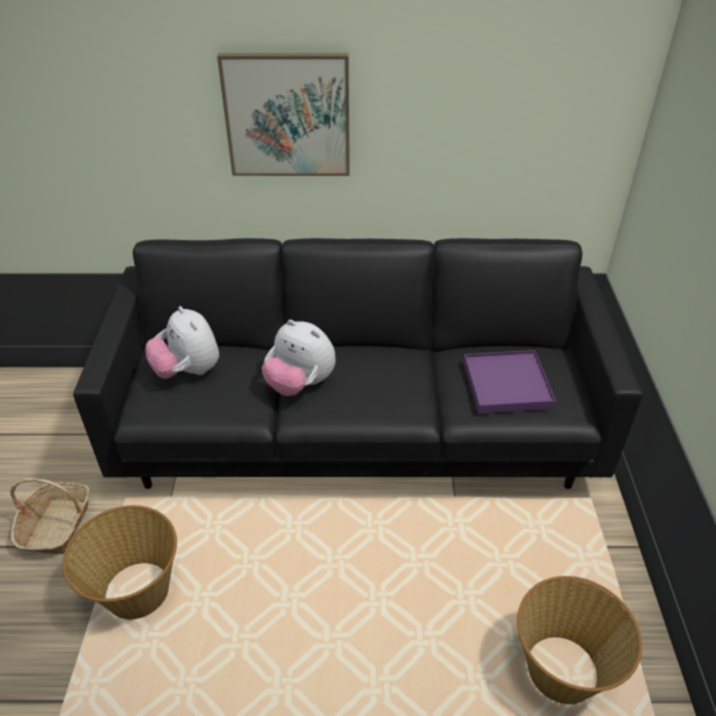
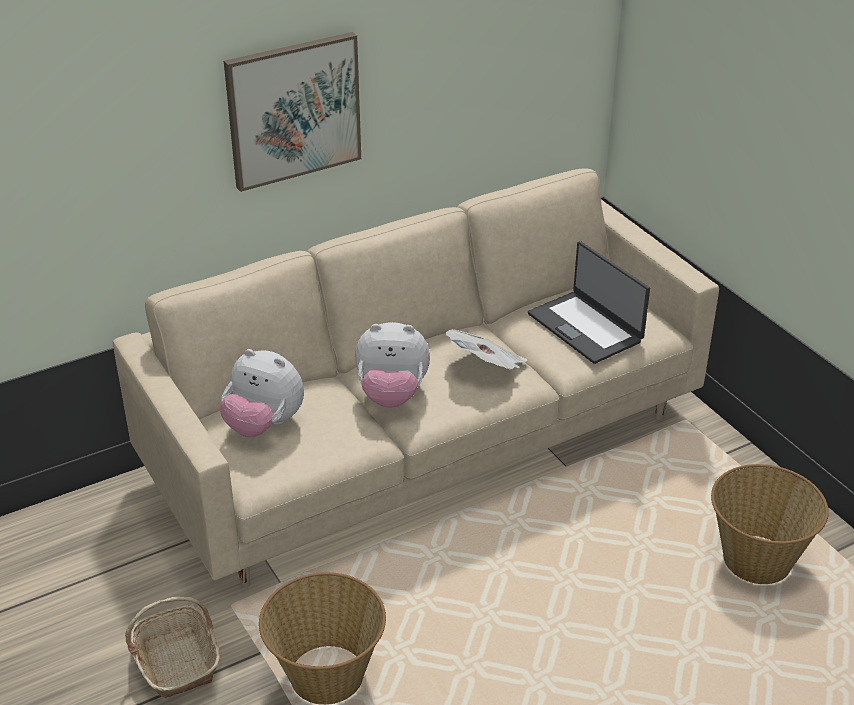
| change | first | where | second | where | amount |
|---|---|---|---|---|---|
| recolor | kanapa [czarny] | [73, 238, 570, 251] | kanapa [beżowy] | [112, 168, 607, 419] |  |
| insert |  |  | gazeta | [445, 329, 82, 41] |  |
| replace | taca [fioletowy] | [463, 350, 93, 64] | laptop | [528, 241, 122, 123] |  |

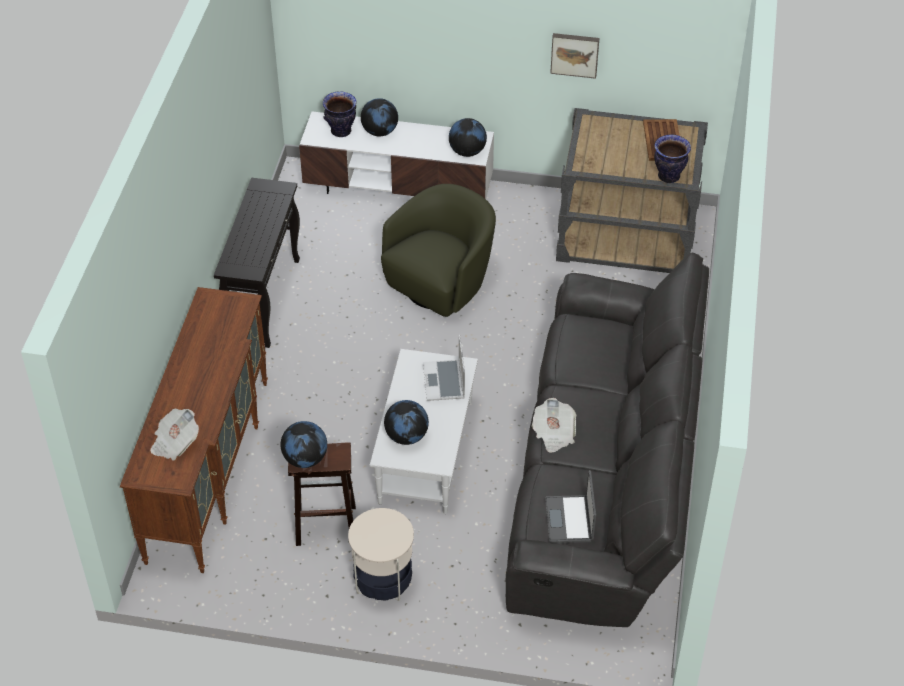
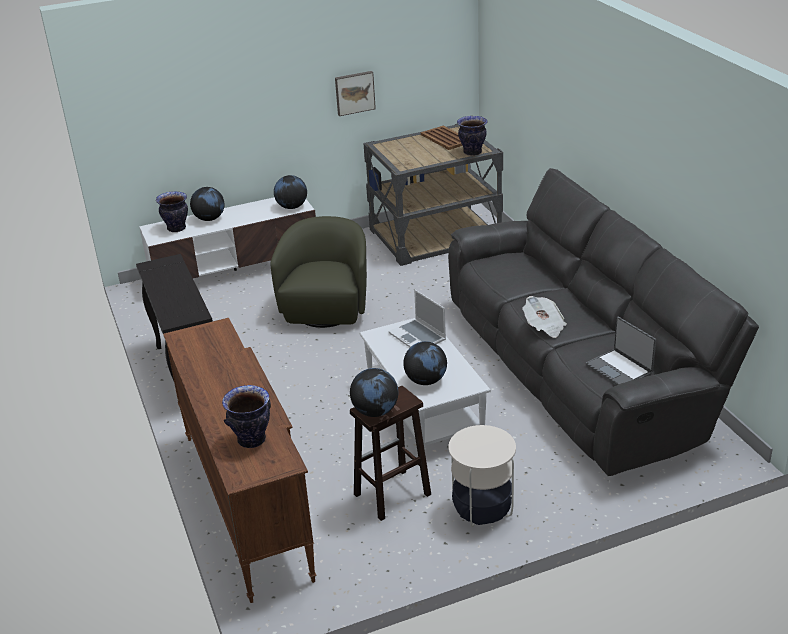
| change | first | where | second | where | amount |
|---|---|---|---|---|---|
| replace | gazeta | [150, 408, 49, 53] | wazon | [222, 385, 49, 63] |  |

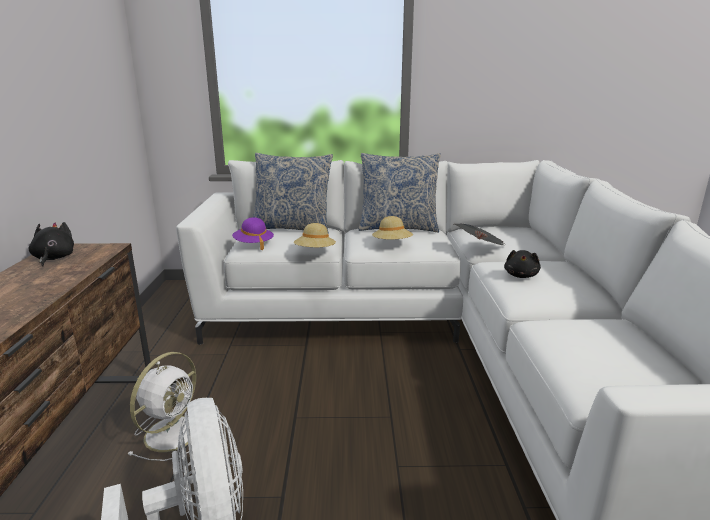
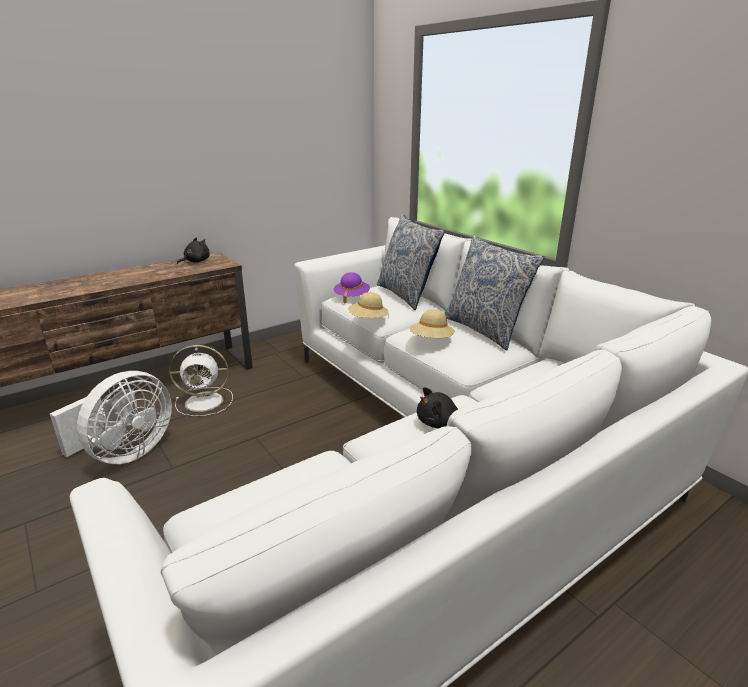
| change | first | where | second | where | amount |
|---|---|---|---|---|---|
| delete | gazeta | [454, 224, 50, 21] |  |  |  |

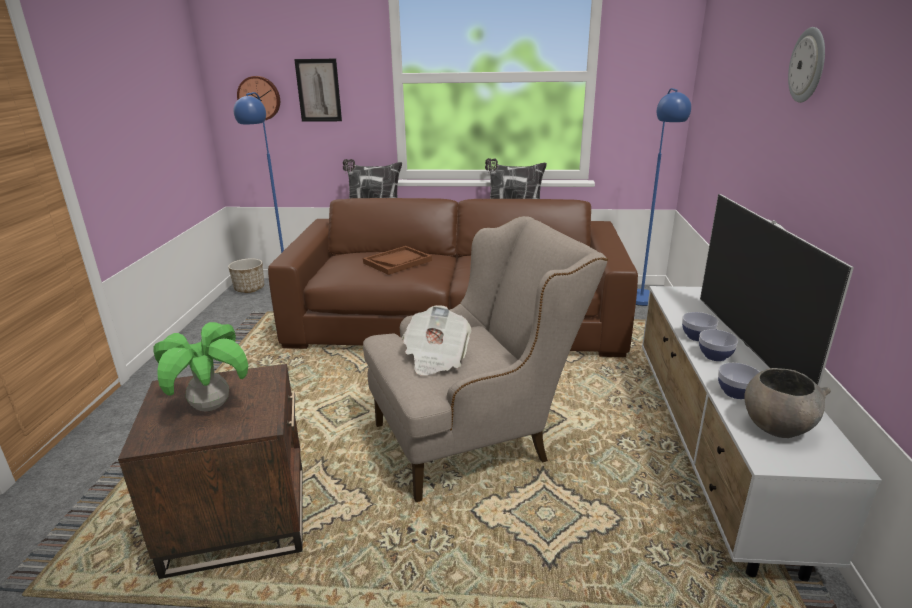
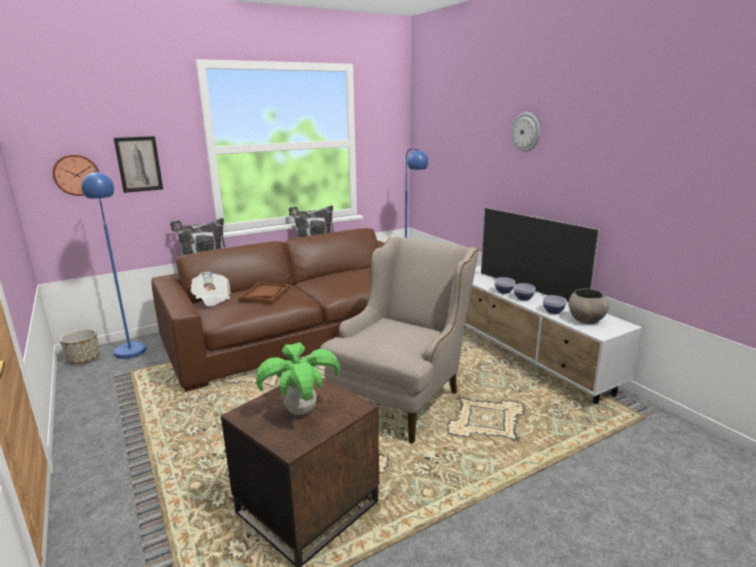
| change | first | where | second | where | amount |
|---|---|---|---|---|---|
| move | gazeta | [402, 305, 70, 70] |  | [191, 272, 40, 35] |  |

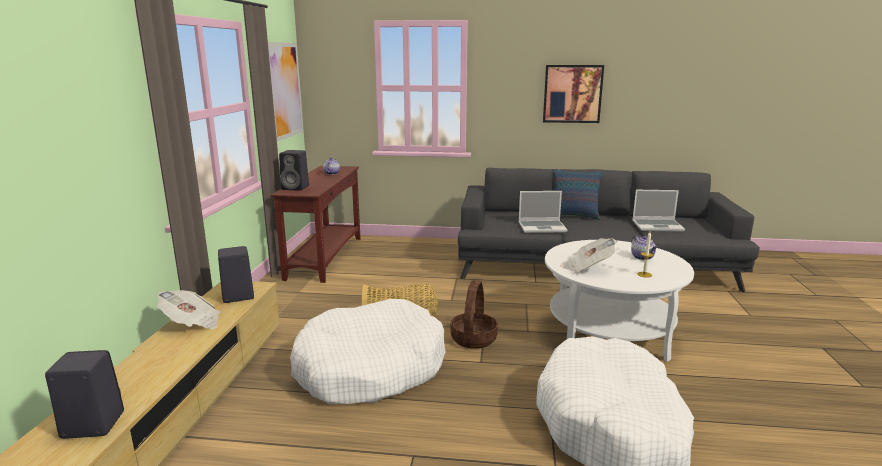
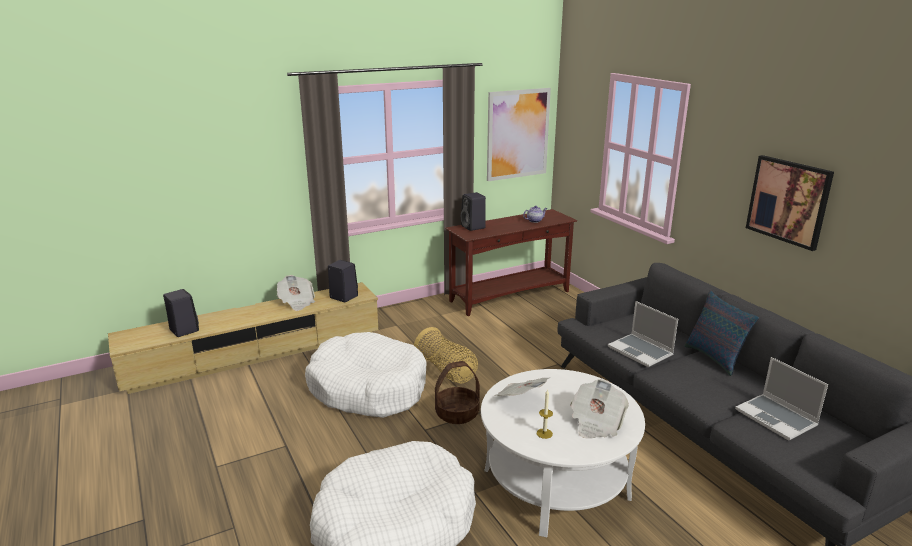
| change | first | where | second | where | amount |
|---|---|---|---|---|---|
| replace | imbryk | [631, 236, 26, 24] | gazeta | [570, 379, 59, 60] |  |

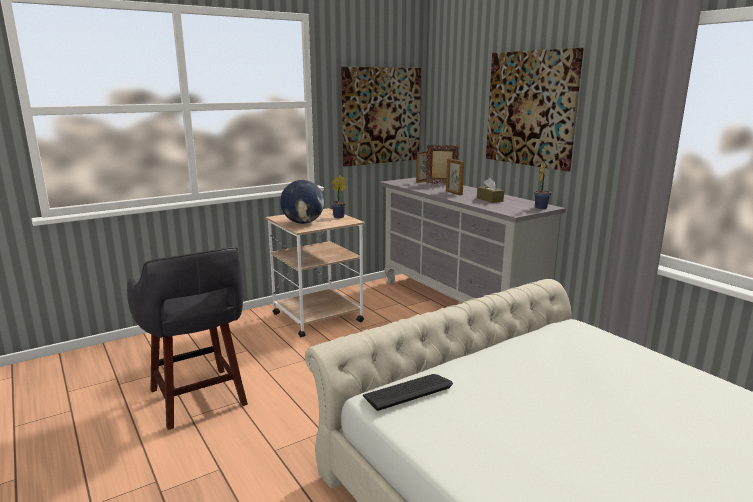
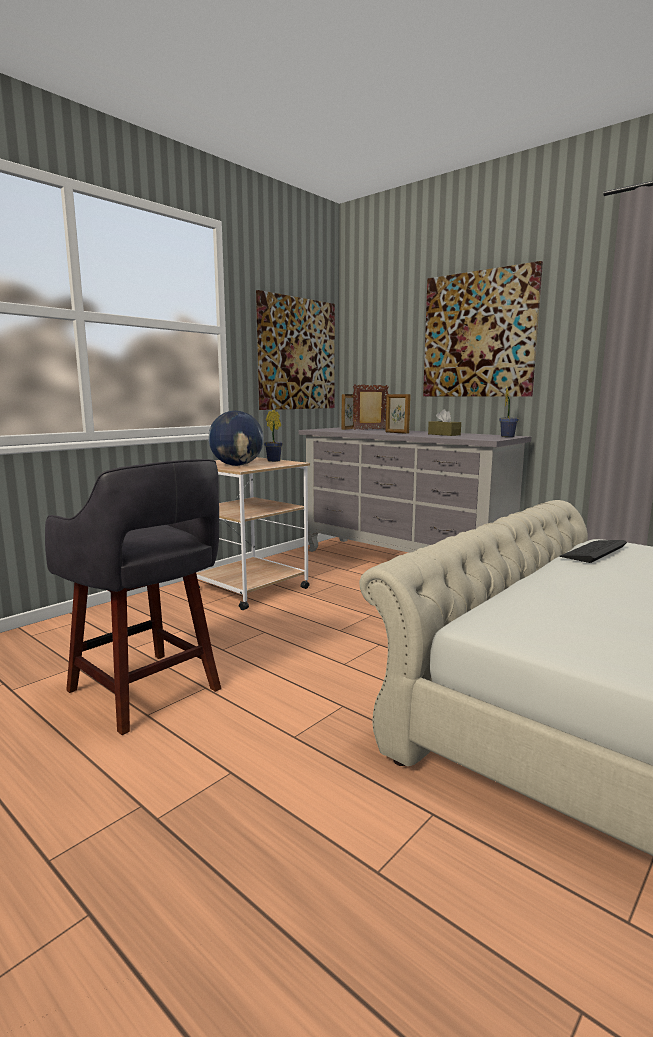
| change | first | where | second | where | amount |
|---|---|---|---|---|---|
| move | klawiatura | [363, 374, 90, 37] |  | [559, 540, 68, 23] |  |

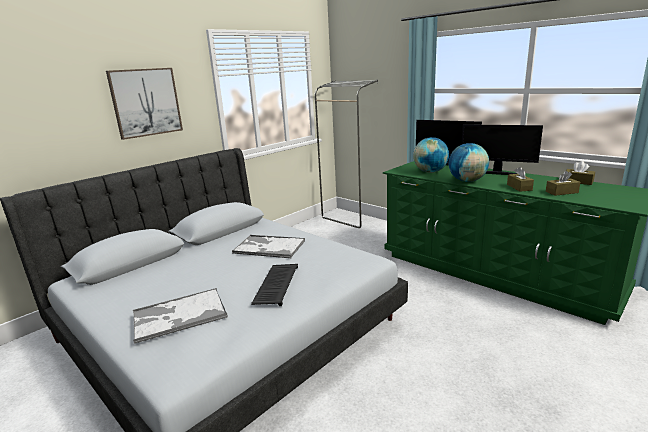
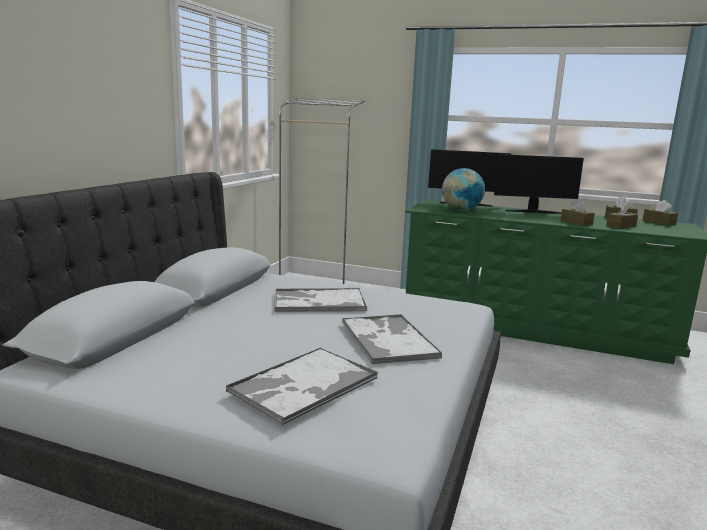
| change | first | where | second | where | amount |
|---|---|---|---|---|---|
| replace | klawiatura | [251, 264, 47, 42] | taca | [342, 314, 100, 51] |  |
| insert |  |  | pudełko chusteczek [brązowy] | [643, 200, 35, 26] |  |
| delete | obraz | [106, 68, 77, 72] |  |  |  |
| delete | globus | [448, 143, 41, 39] |  |  |  |

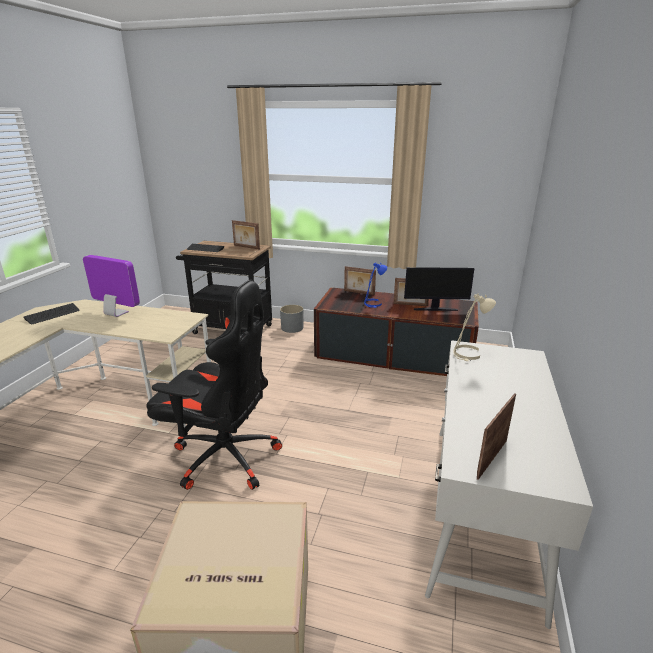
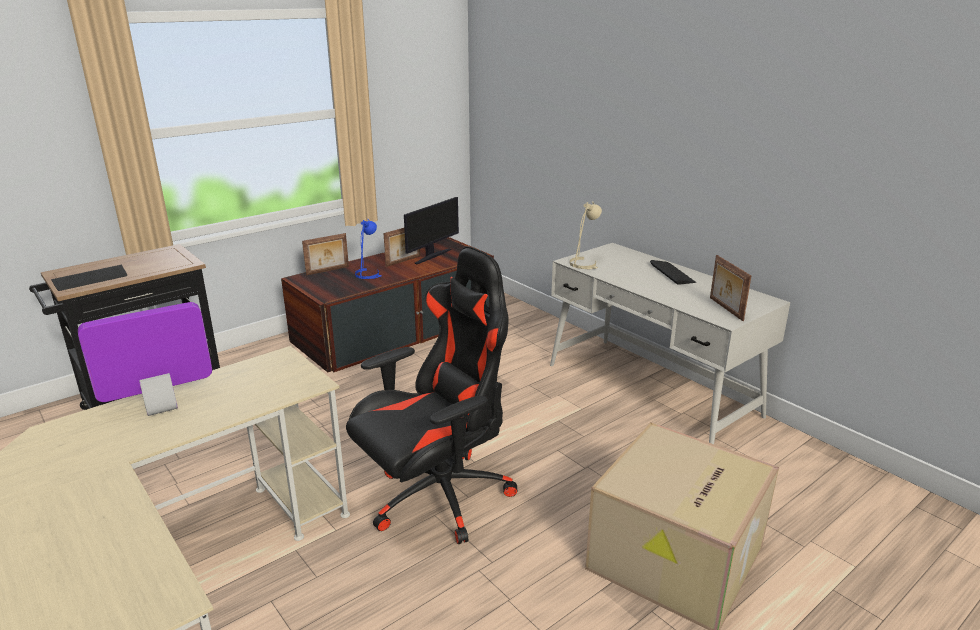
| change | first | where | second | where | amount |
|---|---|---|---|---|---|
| move | klawiatura | [24, 303, 56, 22] |  | [650, 260, 46, 25] |  |
| delete | ramka na zdjęcie | [232, 220, 28, 30] |  |  |  |
| delete | donica [szary] | [280, 305, 23, 28] |  |  |  |

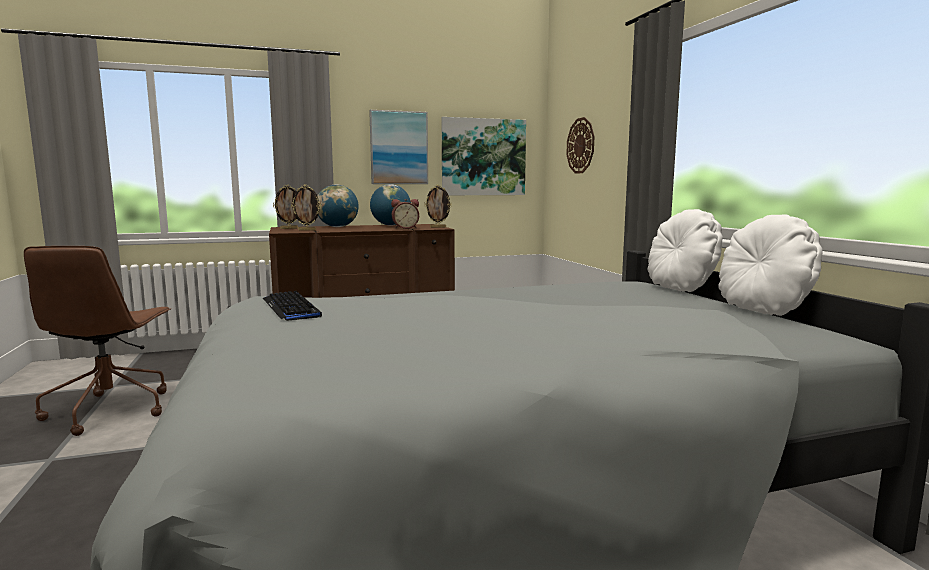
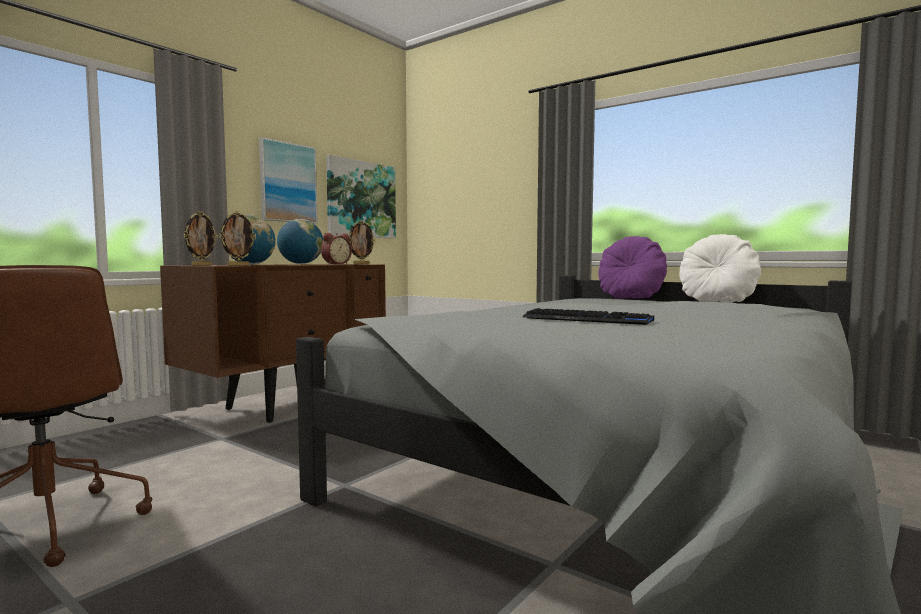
| change | first | where | second | where | amount |
|---|---|---|---|---|---|
| move | klawiatura | [263, 291, 59, 30] |  | [522, 308, 132, 17] |  |
| recolor | poduszka [biały] | [647, 209, 76, 83] | poduszka [fioletowy] | [598, 236, 69, 63] |  |
| delete | zegar ścienny | [566, 117, 29, 57] |  |  |  |

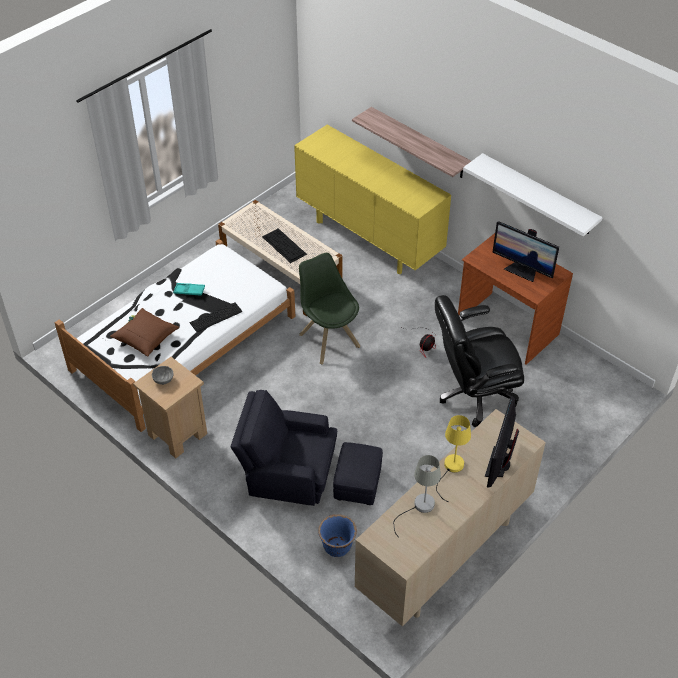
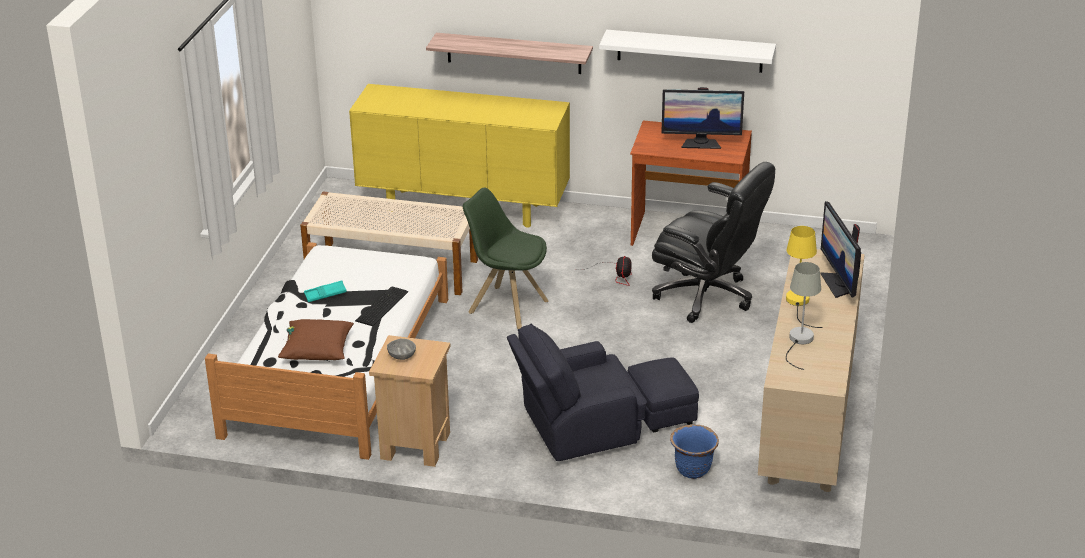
| change | first | where | second | where | amount |
|---|---|---|---|---|---|
| rotate | krzesło biurowe [czarny] | [435, 295, 89, 132] |  | [652, 162, 123, 161] | 105 degrees counterclockwise |
| delete | klawiatura | [262, 228, 45, 35] |  |  |  |

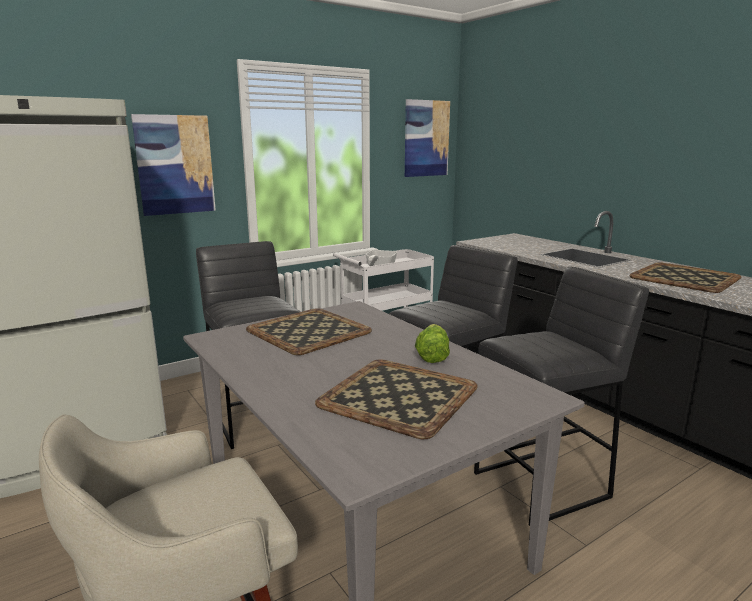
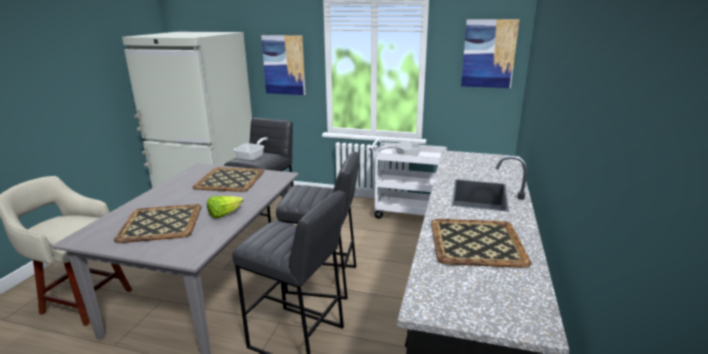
| change | first | where | second | where | amount |
|---|---|---|---|---|---|
| insert |  |  | patelnia | [234, 137, 34, 24] |  |

